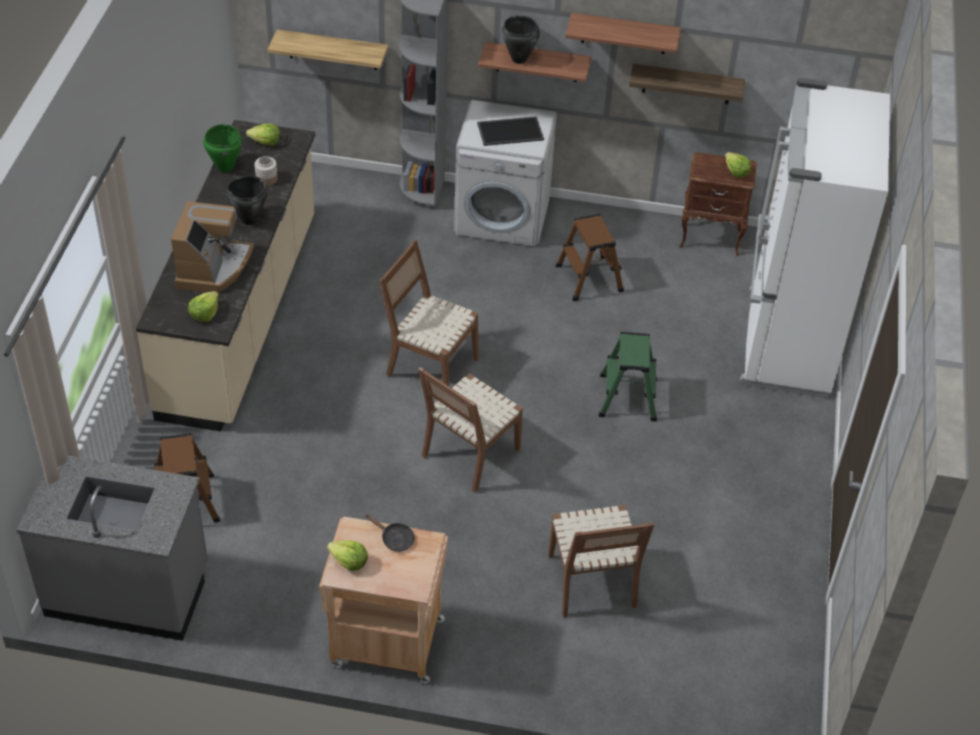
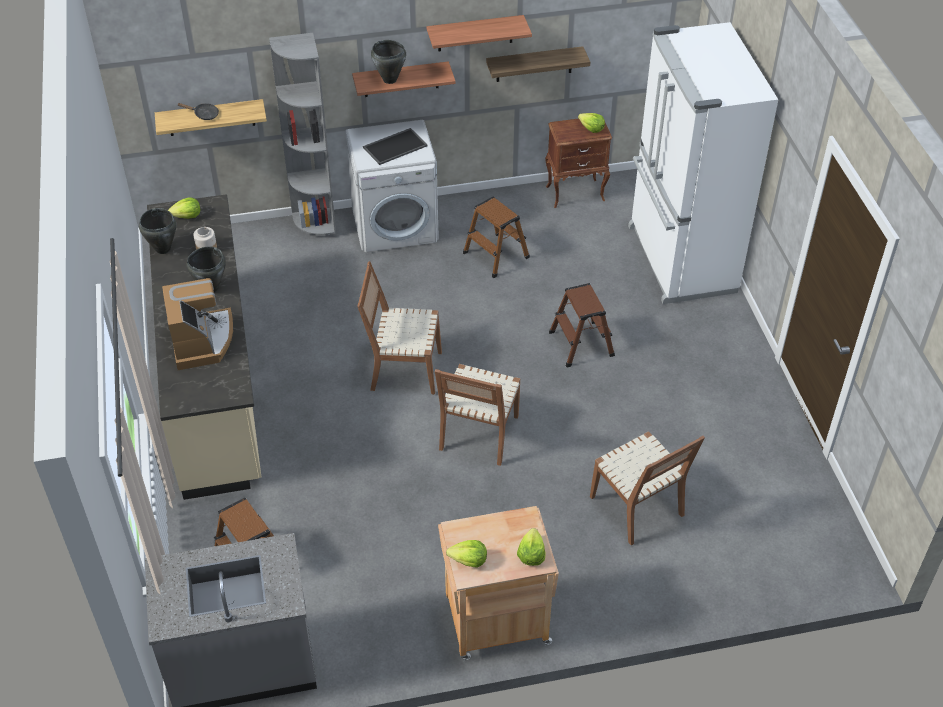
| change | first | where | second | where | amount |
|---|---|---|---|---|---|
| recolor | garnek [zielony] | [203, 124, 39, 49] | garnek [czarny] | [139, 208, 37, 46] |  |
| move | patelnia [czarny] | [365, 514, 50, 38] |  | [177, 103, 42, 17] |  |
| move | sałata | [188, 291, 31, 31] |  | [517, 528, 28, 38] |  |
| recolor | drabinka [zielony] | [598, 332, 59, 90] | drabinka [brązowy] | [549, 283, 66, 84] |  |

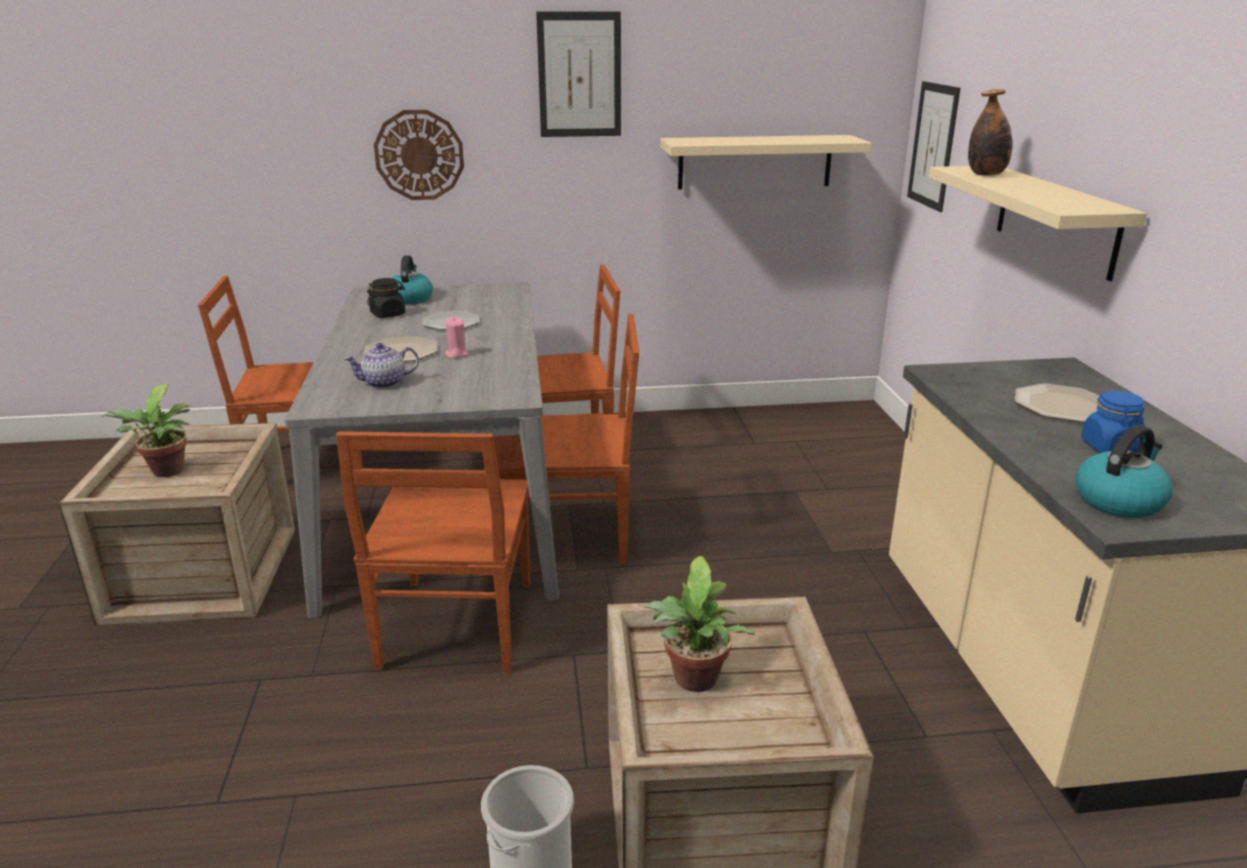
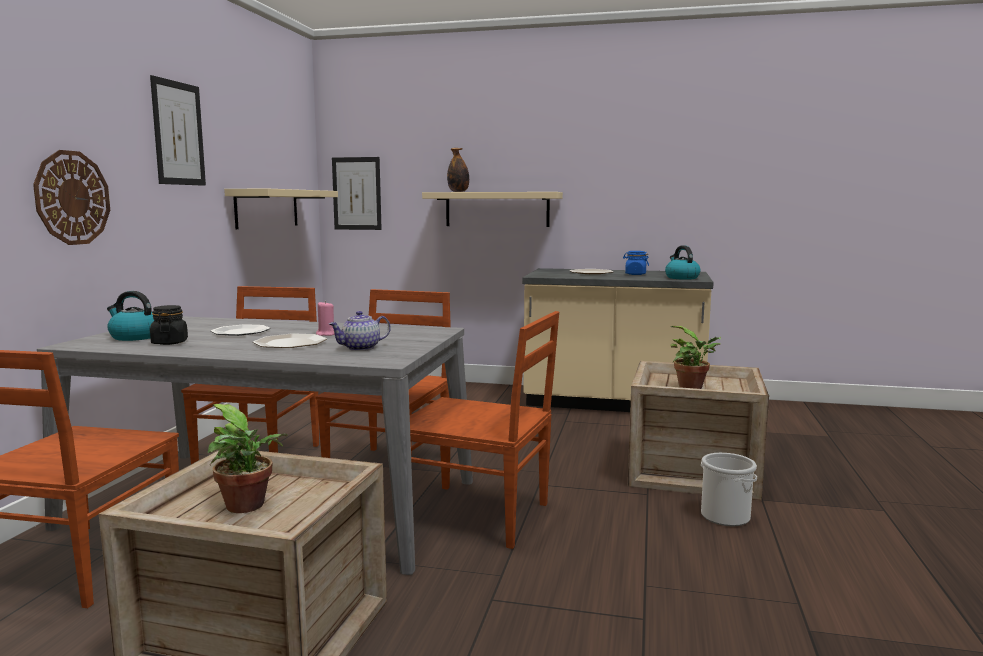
| change | first | where | second | where | amount |
|---|---|---|---|---|---|
| rotate | imbryk | [344, 343, 75, 46] |  | [329, 311, 62, 40] | 60 degrees clockwise |

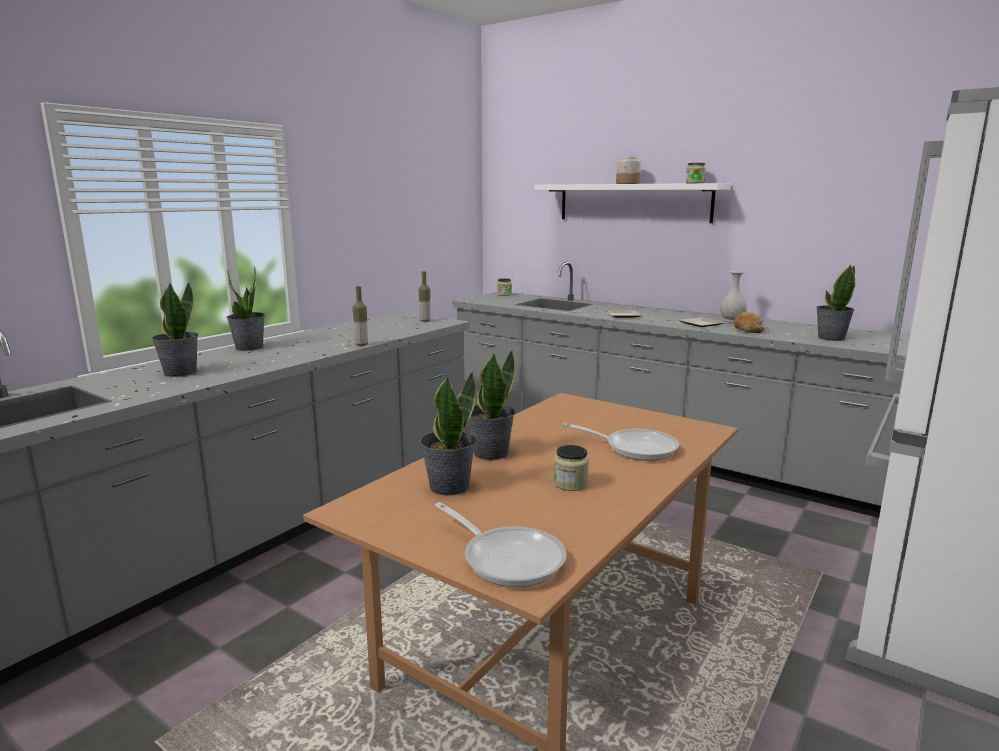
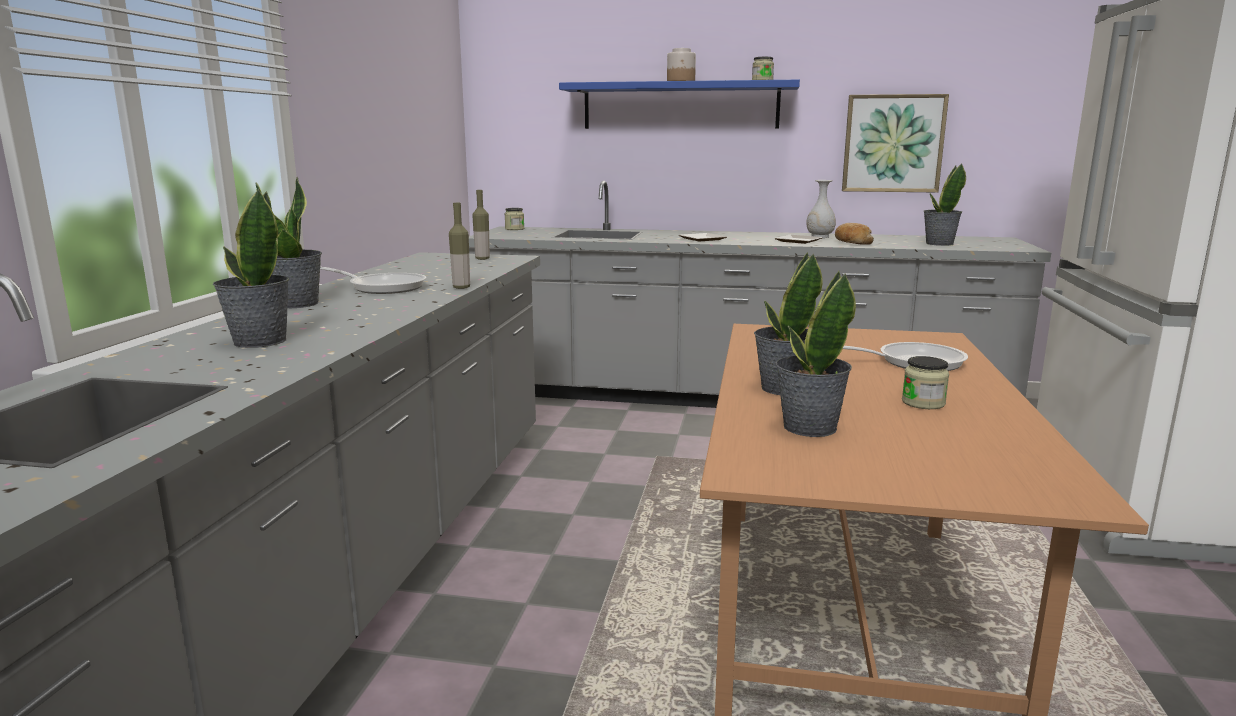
| change | first | where | second | where | amount |
|---|---|---|---|---|---|
| move | patelnia | [435, 502, 131, 85] |  | [320, 266, 106, 28] |  |
| recolor | półka [biały] | [535, 183, 196, 40] | półka [niebieski] | [559, 79, 241, 50] |  |
| insert |  |  | obraz | [842, 94, 107, 99] |  |

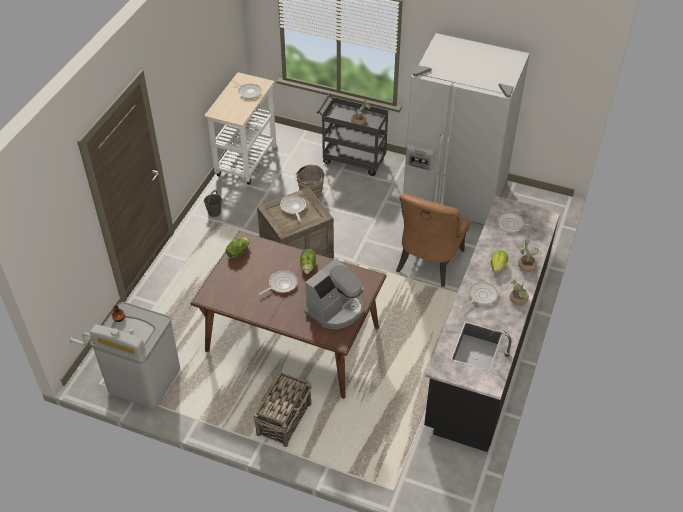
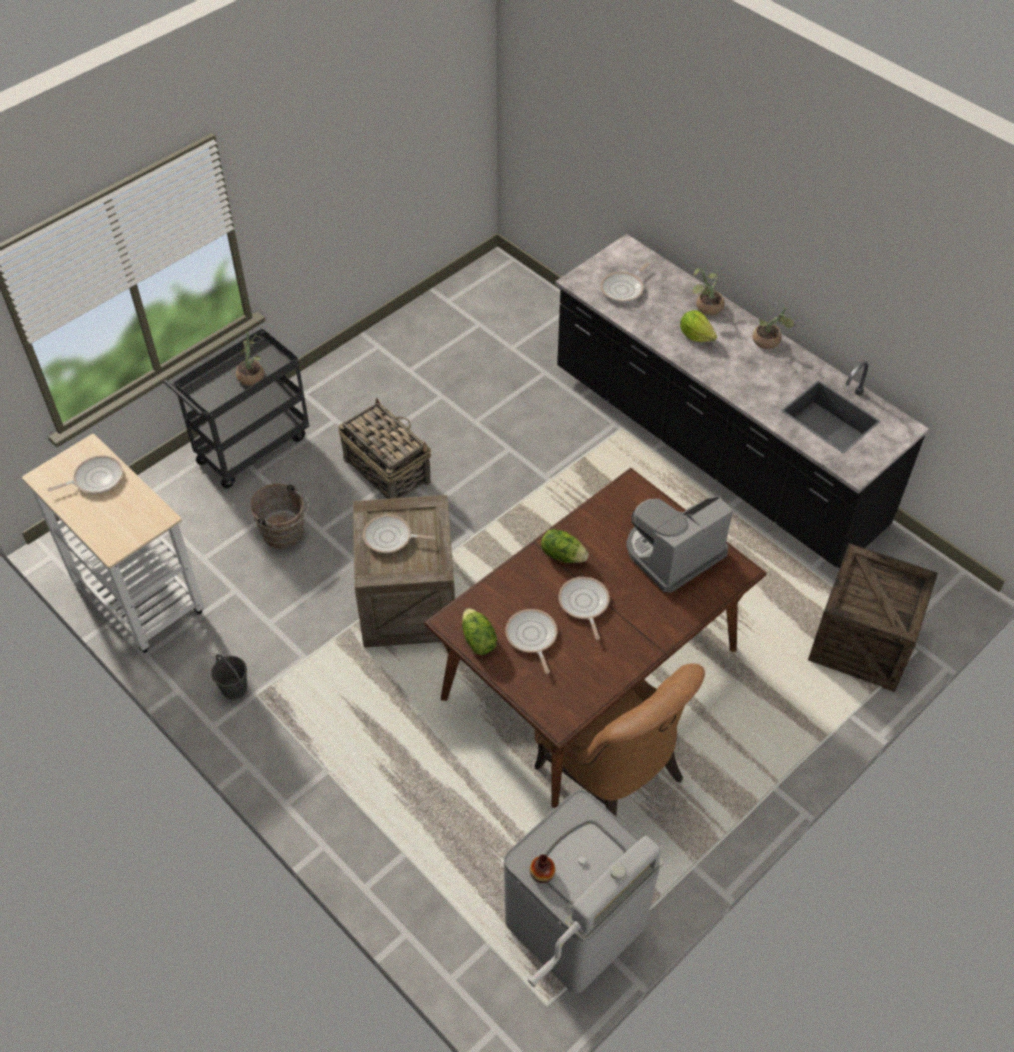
| change | first | where | second | where | amount |
|---|---|---|---|---|---|
| move | koszyk | [253, 372, 58, 75] |  | [338, 398, 93, 101] |  |
| move | patelnia | [463, 282, 35, 26] |  | [506, 609, 51, 65] |  |
| move | krzesło [brązowy] | [396, 194, 74, 93] |  | [534, 663, 171, 154] |  |
| rotate | ekspres do kawy | [304, 258, 60, 71] |  | [626, 496, 107, 96] | 105 degrees counterclockwise |
| insert |  |  | skrzynka | [808, 543, 130, 149] |  |
| delete | lodówka [biały] | [403, 33, 127, 192] |  |  |  |

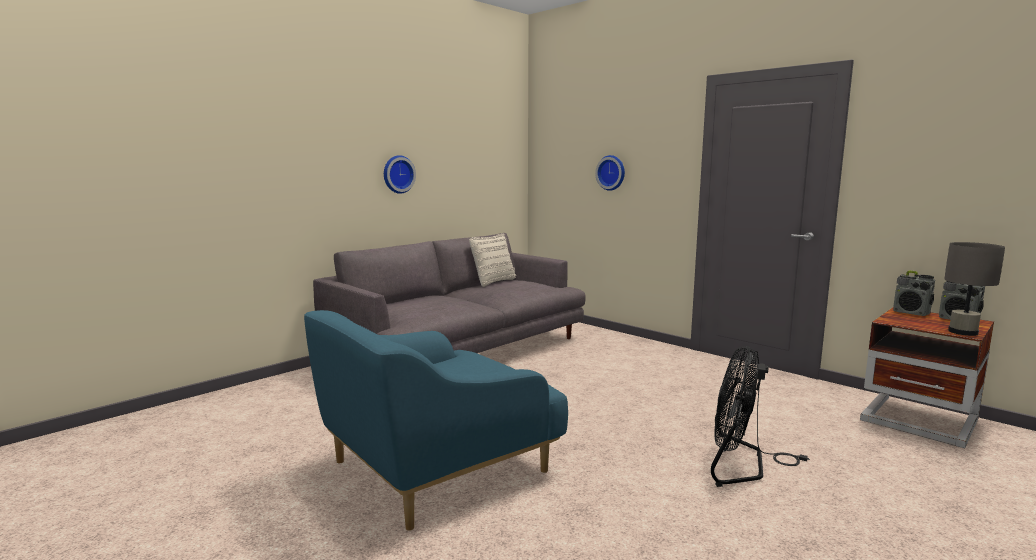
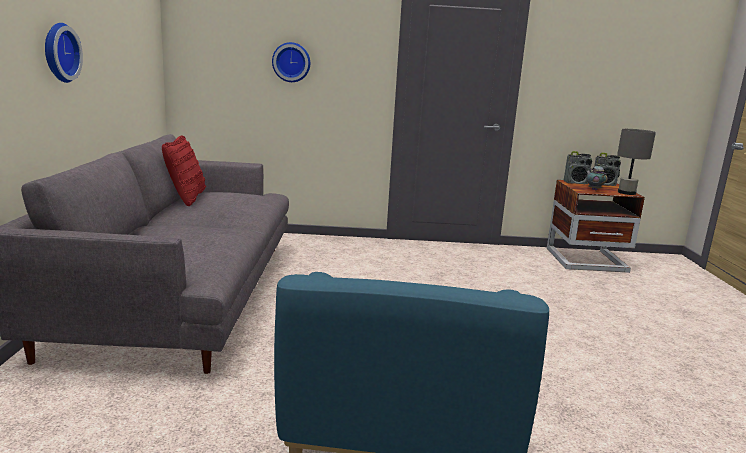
| change | first | where | second | where | amount |
|---|---|---|---|---|---|
| recolor | poduszka [beżowy] | [469, 233, 47, 54] | poduszka [czerwony] | [162, 135, 44, 71] |  |
| insert |  |  | imbryk | [586, 164, 21, 26] |  |
| delete | wentylator [czarny] | [711, 346, 99, 141] |  |  |  |

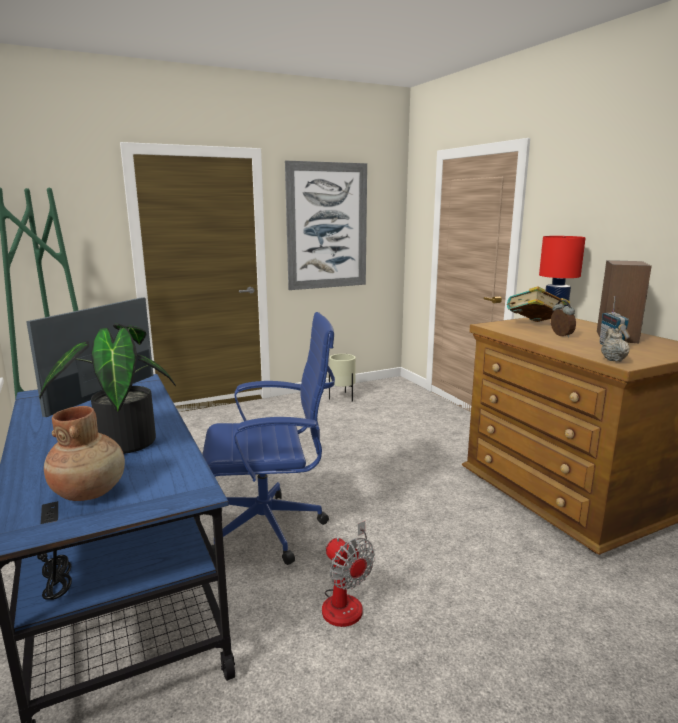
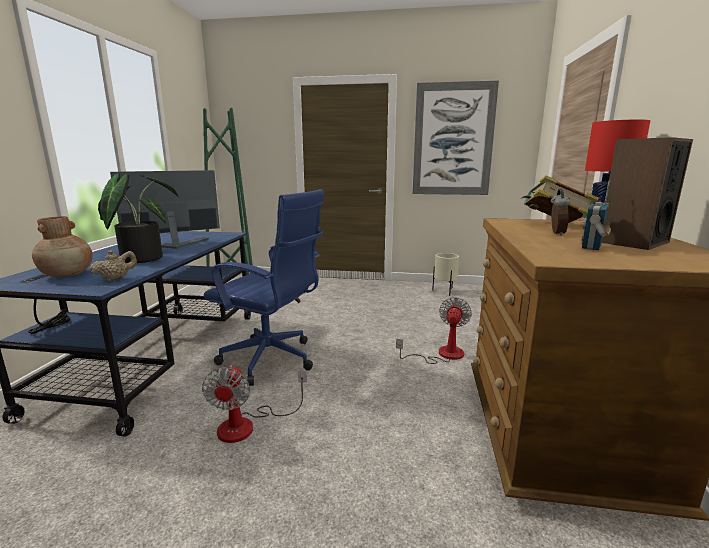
| change | first | where | second | where | amount |
|---|---|---|---|---|---|
| move | imbryk [beżowy] | [601, 328, 29, 34] |  | [90, 250, 47, 31] |  |
| insert |  |  | wentylator | [396, 297, 76, 67] |  |

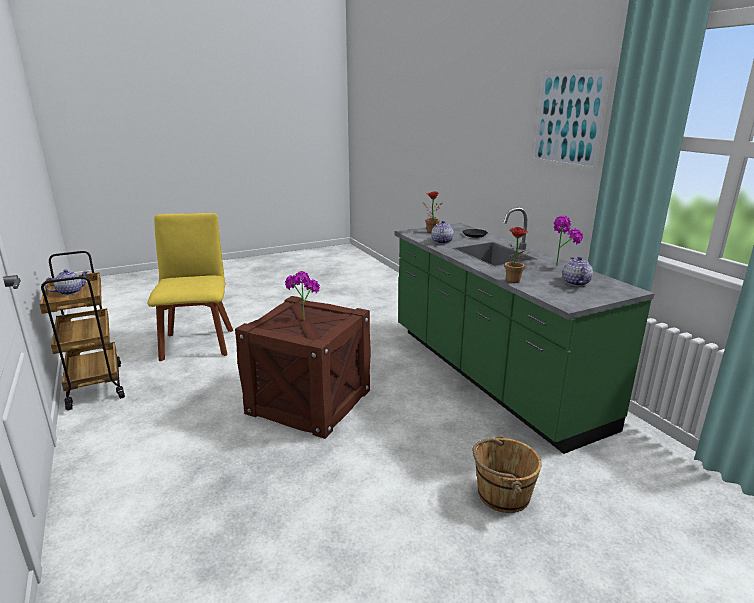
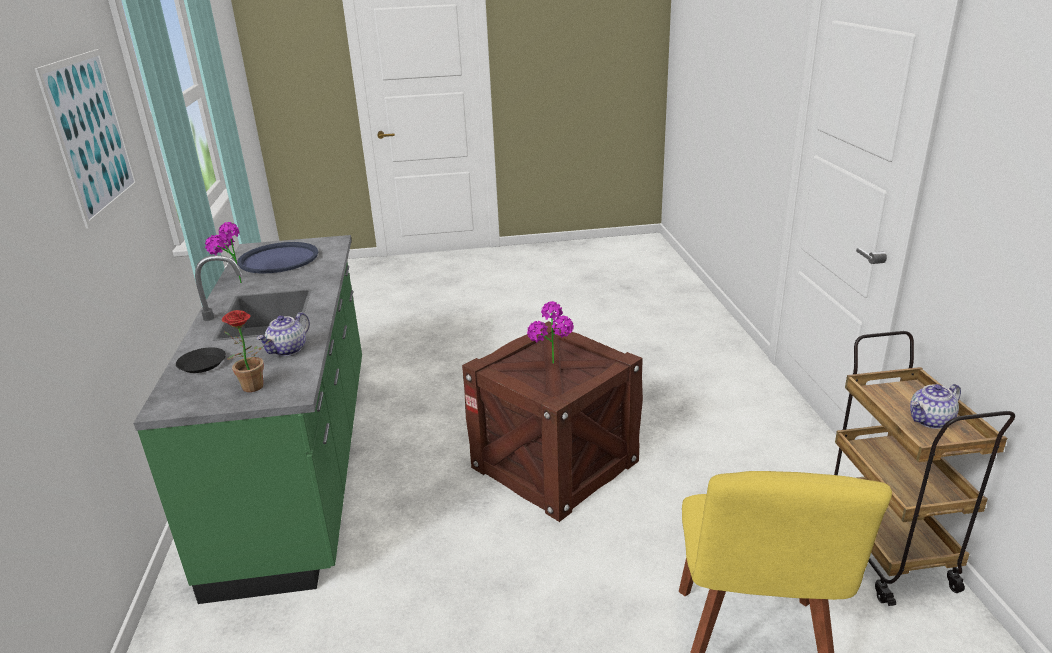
| change | first | where | second | where | amount |
|---|---|---|---|---|---|
| replace | imbryk | [563, 257, 30, 29] | taca [niebieski] | [237, 242, 81, 31] |  |
| delete | wiadro [brązowy] | [472, 435, 70, 78] |  |  |  |
| delete | roślina doniczkowa | [505, 227, 25, 56] |  |  |  |

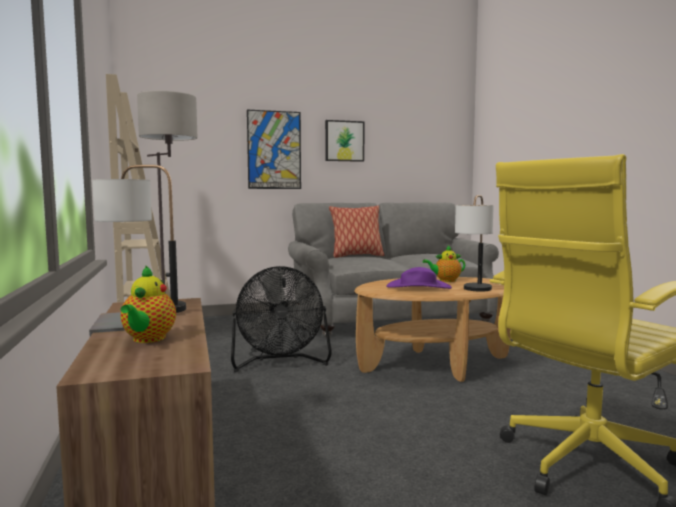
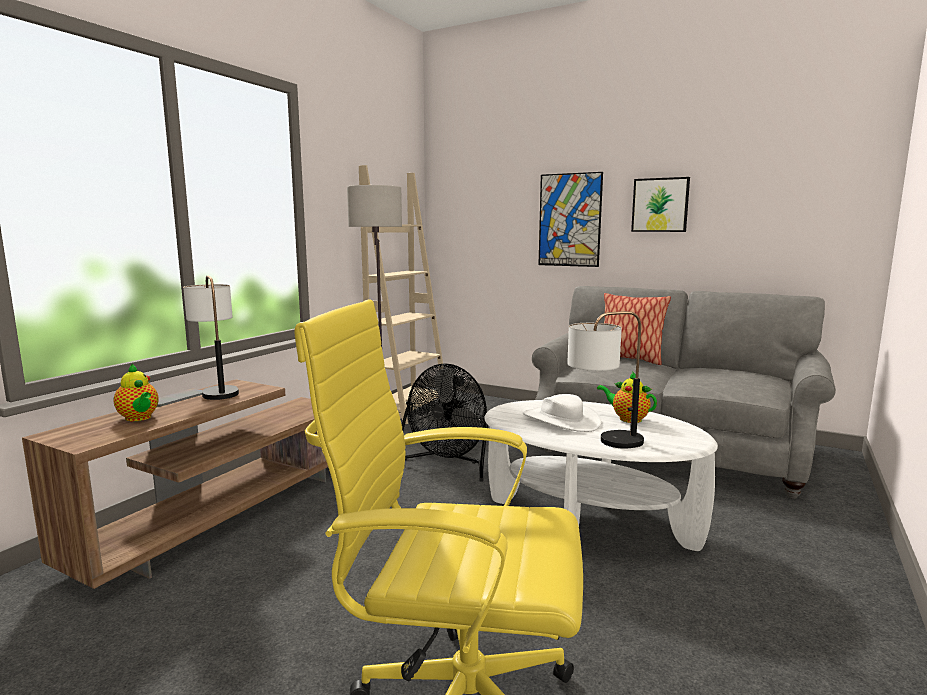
| change | first | where | second | where | amount |
|---|---|---|---|---|---|
| rotate | imbryk | [120, 265, 56, 78] |  | [114, 364, 45, 57] | 90 degrees counterclockwise |
| recolor | ława [brązowy] | [354, 277, 157, 105] | ława [biały] | [484, 400, 234, 151] |  |
| recolor | kapelusz [fioletowy] | [386, 267, 66, 22] | kapelusz [biały] | [523, 394, 78, 38] |  |

